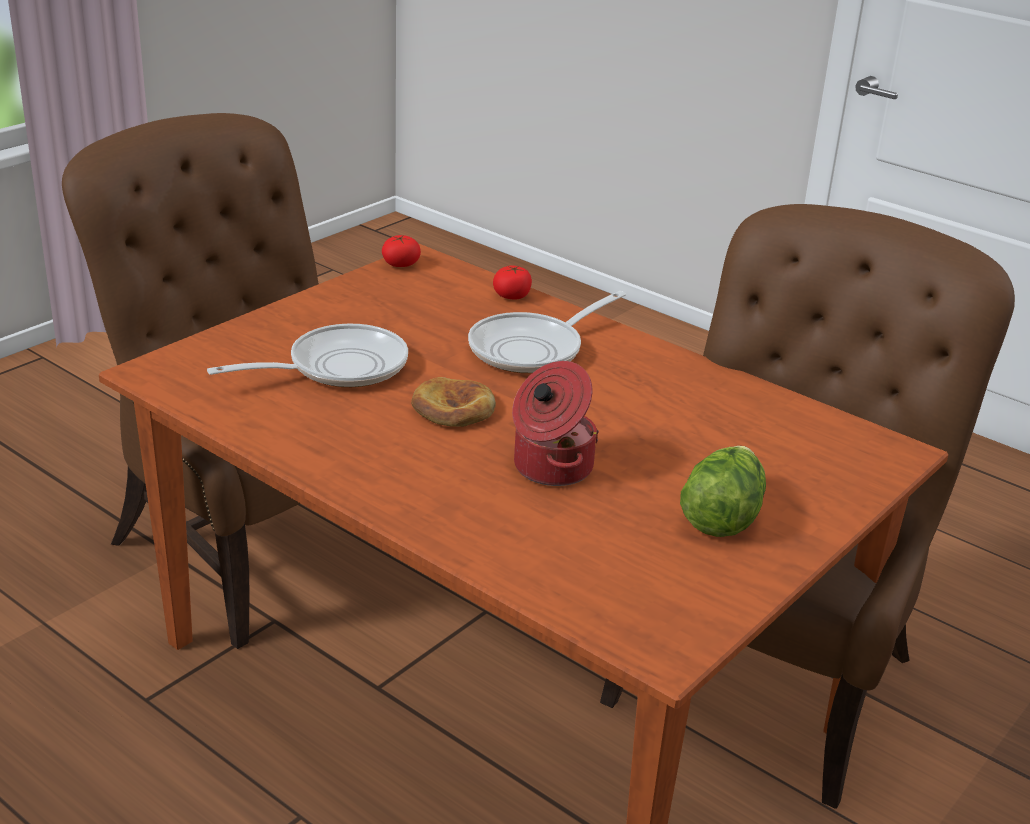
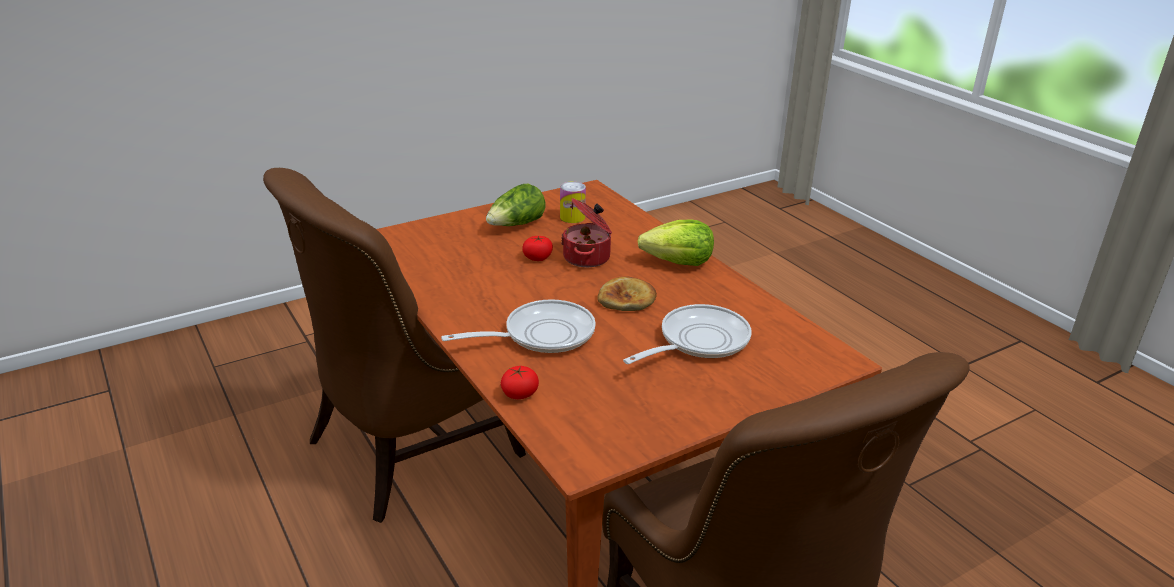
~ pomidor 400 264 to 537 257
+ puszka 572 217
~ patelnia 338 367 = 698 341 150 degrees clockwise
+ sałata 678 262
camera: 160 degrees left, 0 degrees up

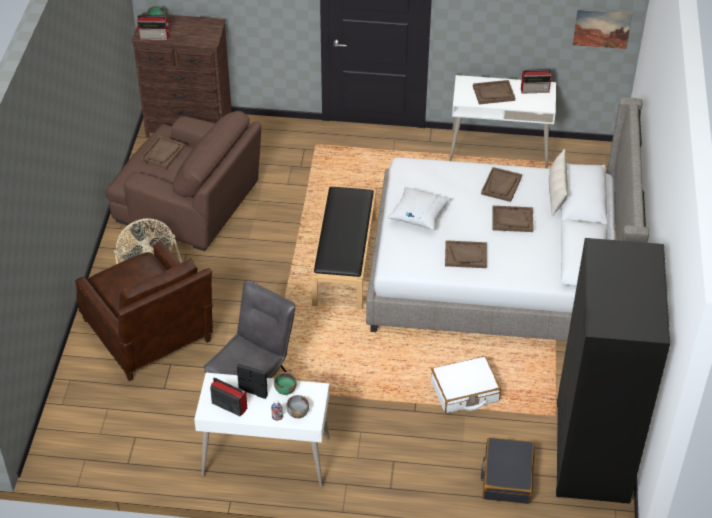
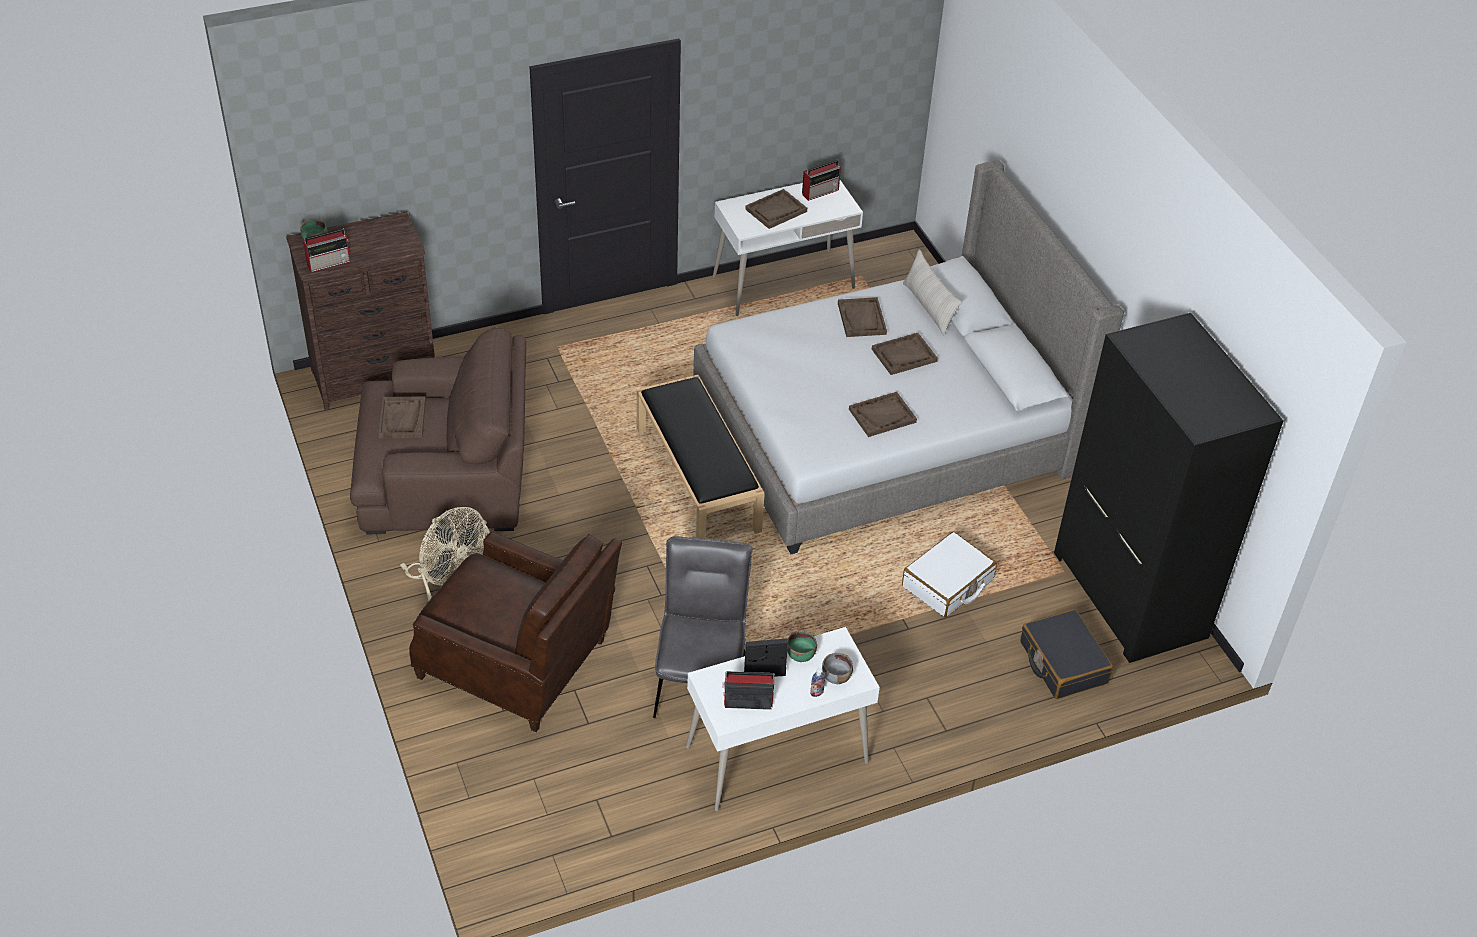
- poduszka (szary) 418 215
- obraz 602 28
camera: 30 degrees left, 0 degrees up

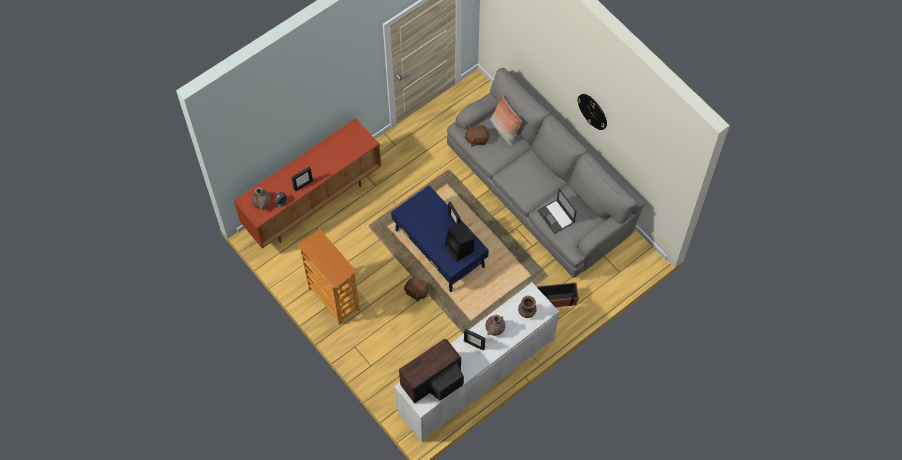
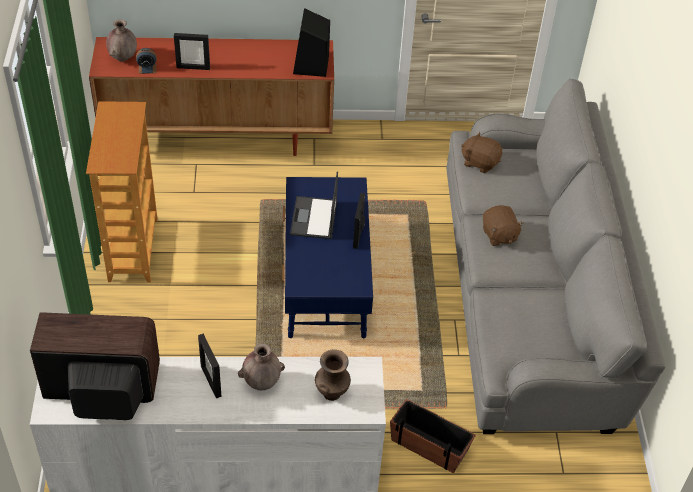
~ laptop 556 217 to 314 219
~ głośnik (czarny) 459 249 to 311 65
~ pluszak (brązowy) 416 292 to 499 235
- poduszka 504 130
- zegar ścienny 592 111
camera: 35 degrees right, 15 degrees down

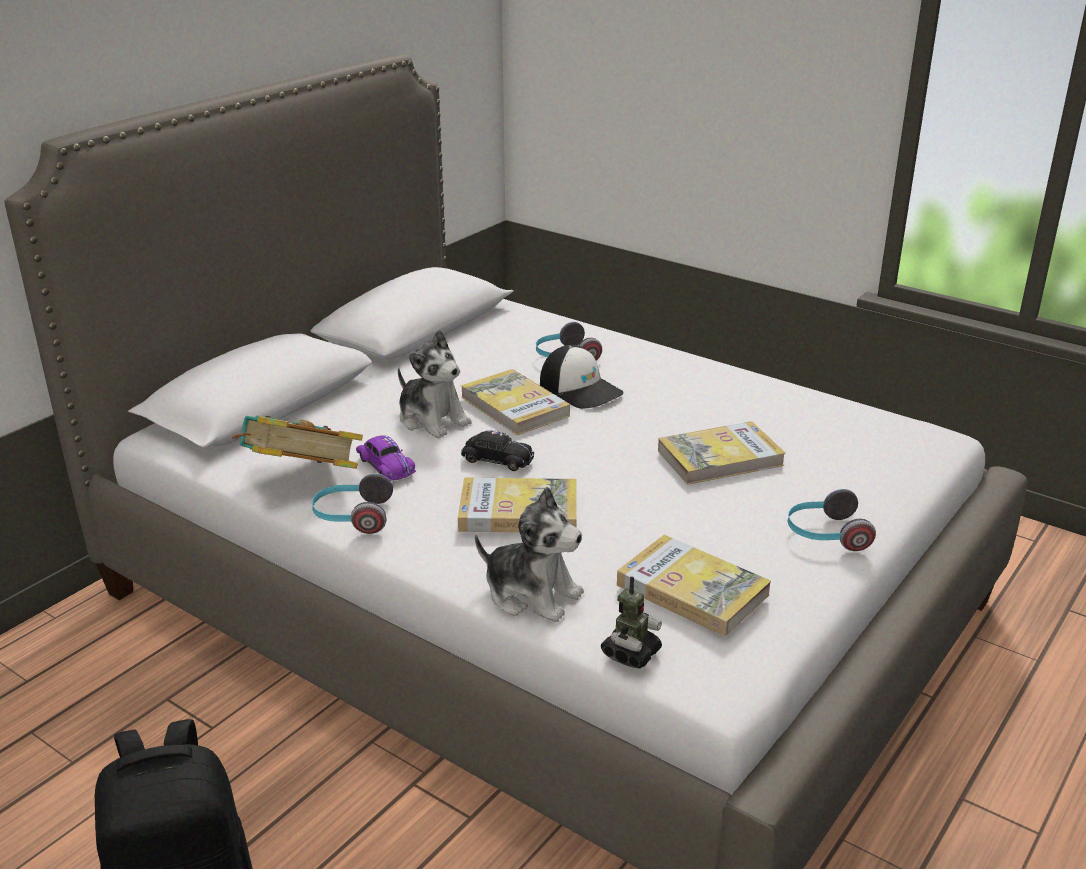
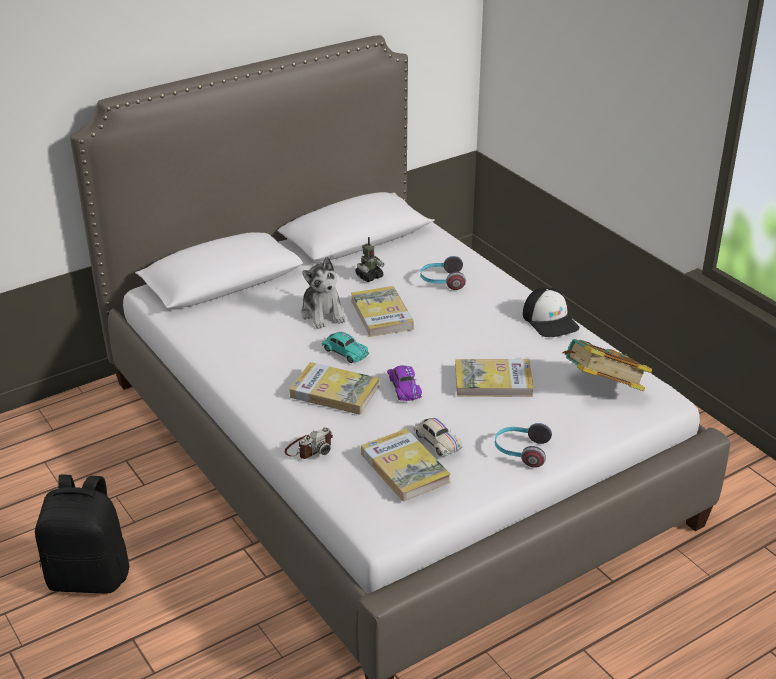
~ pluszak 532 594 to aparat fotograficzny 309 448
~ samochodzik (czarny) 497 459 to samochodzik (turkusowy) 345 352
~ robot zabawkowy 630 653 to 369 276
~ samochodzik (fioletowy) 386 466 to 404 388
+ samochodzik (biały) 437 441
~ czapka z daszkiem 580 389 to 550 320
~ książka 301 479 to 602 388
- słuchawki 352 517
camera: 20 degrees right, 5 degrees up

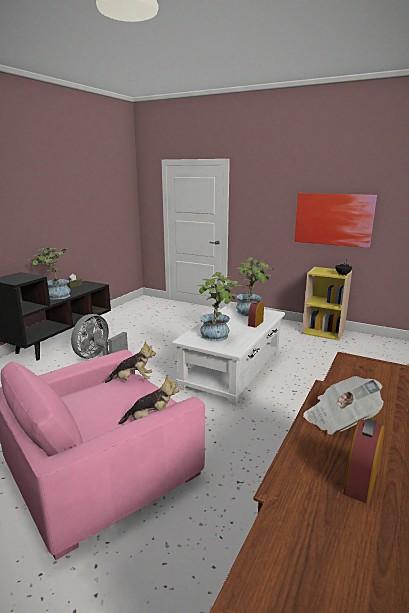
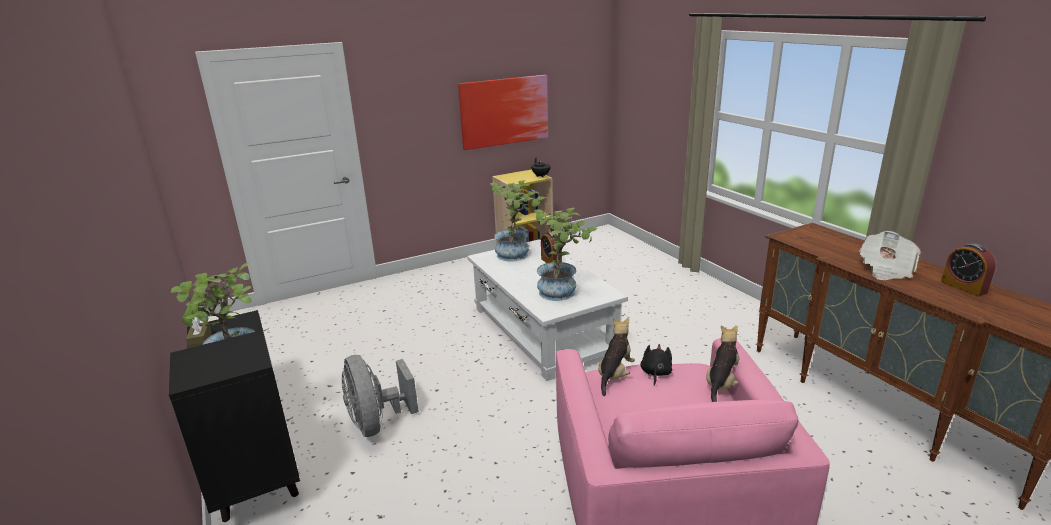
+ pluszak (czarny) 655 373
camera: 55 degrees left, 5 degrees up

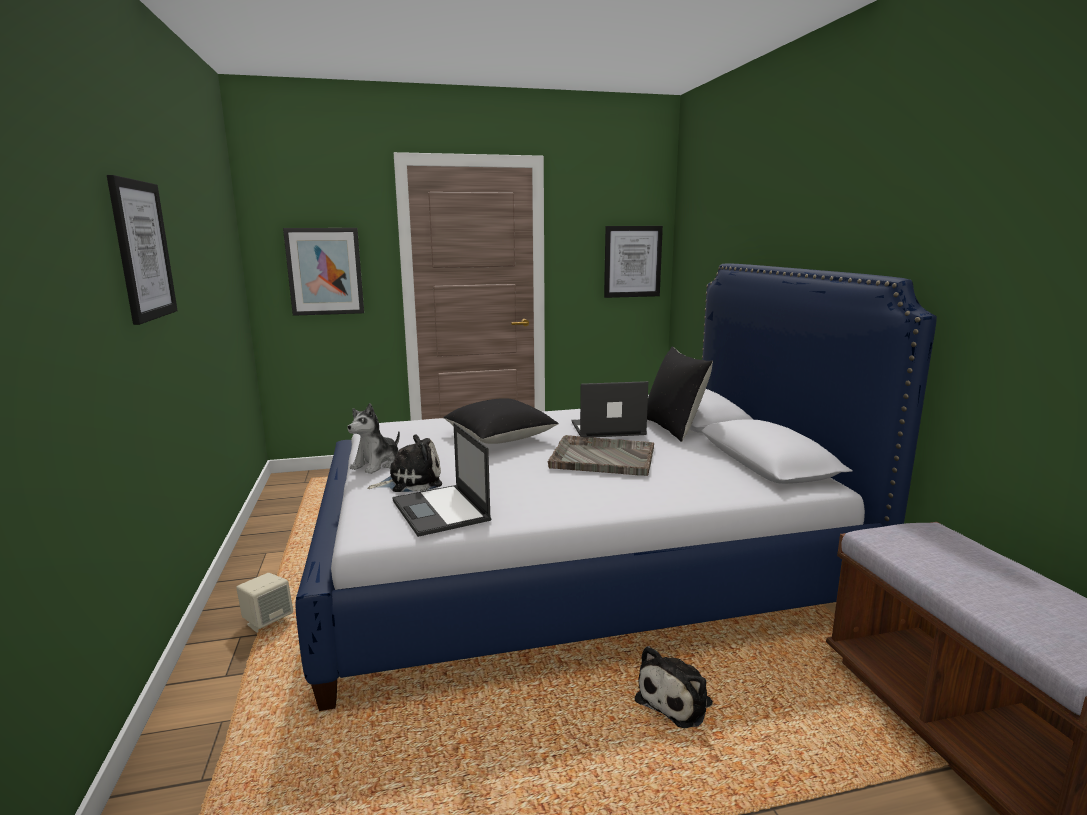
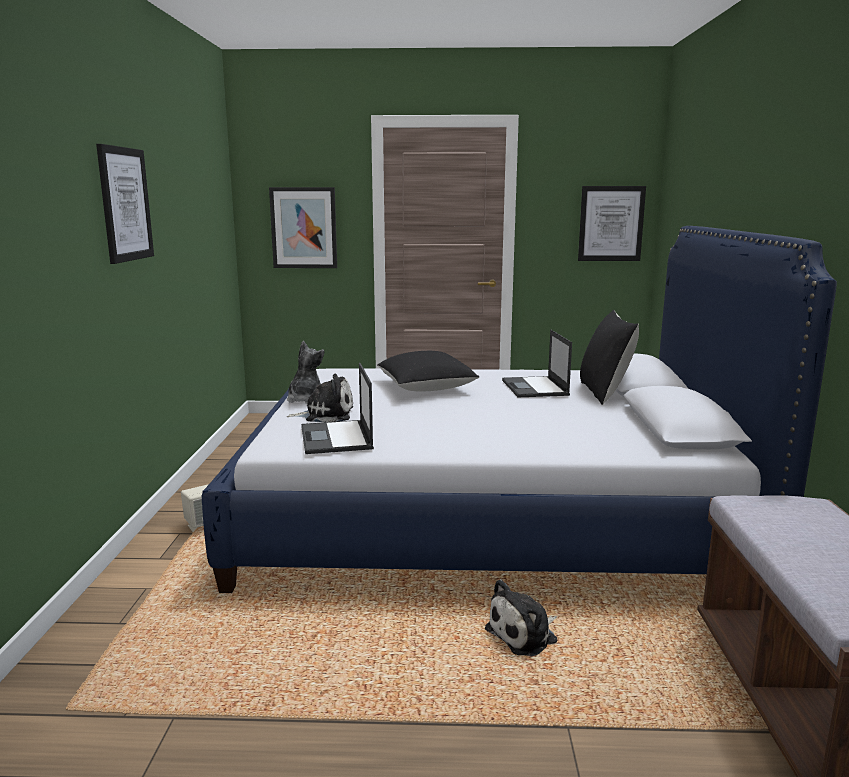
~ pluszak 377 464 = 306 400 150 degrees clockwise
~ laptop 606 428 = 535 388 105 degrees counterclockwise
- taca (szary) 601 458
camera: 15 degrees right, 0 degrees up

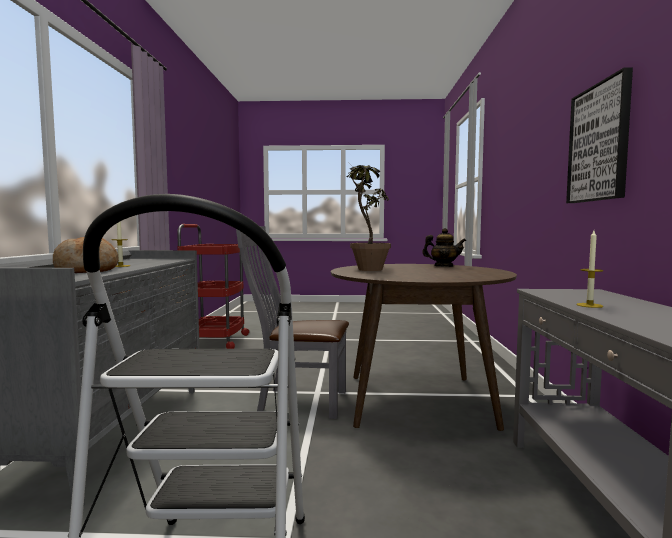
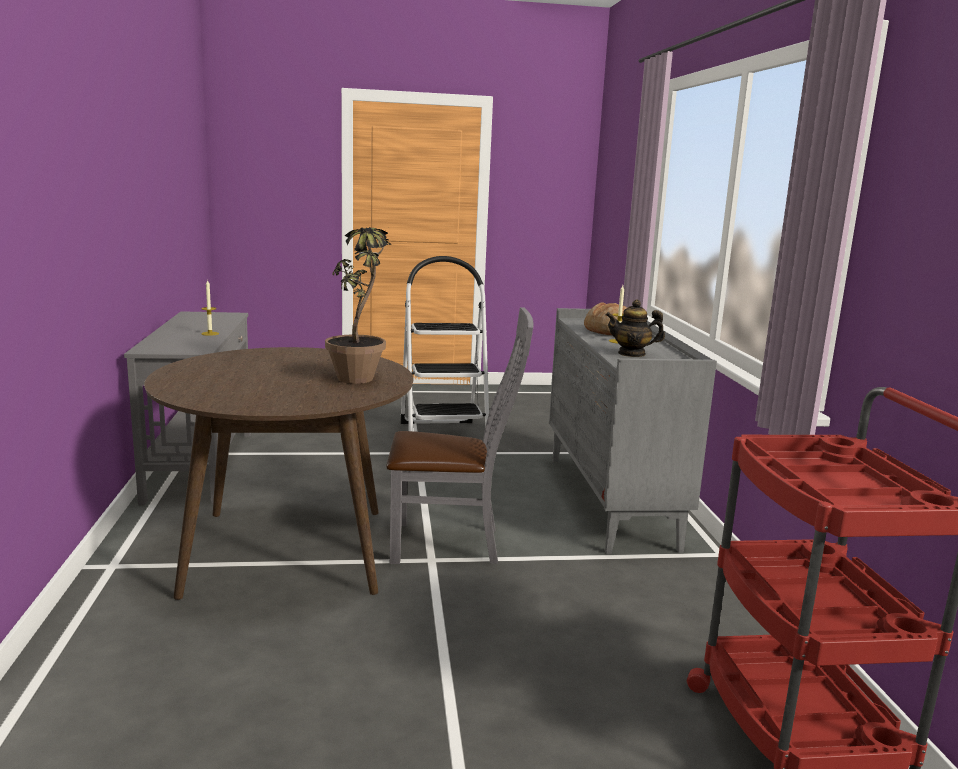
~ imbryk 443 266 to 632 354
- obraz 599 143
camera: 170 degrees right, 10 degrees up

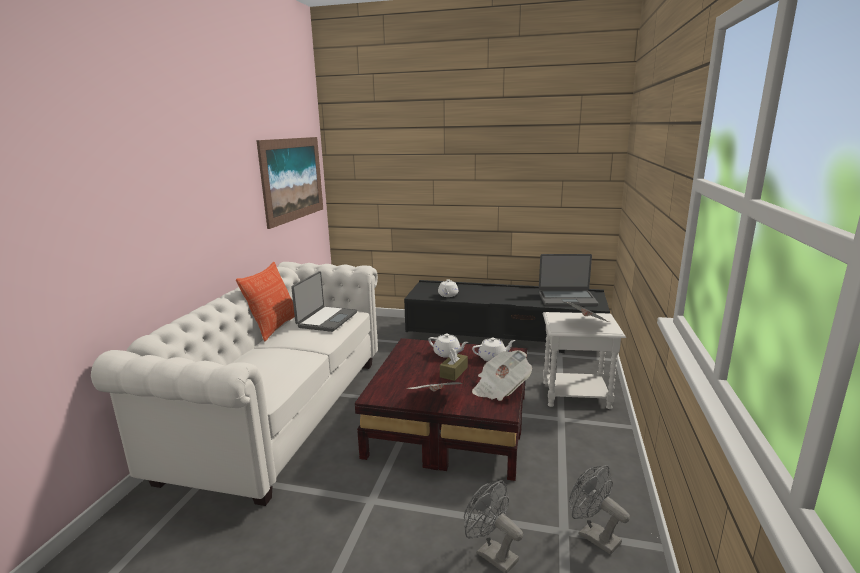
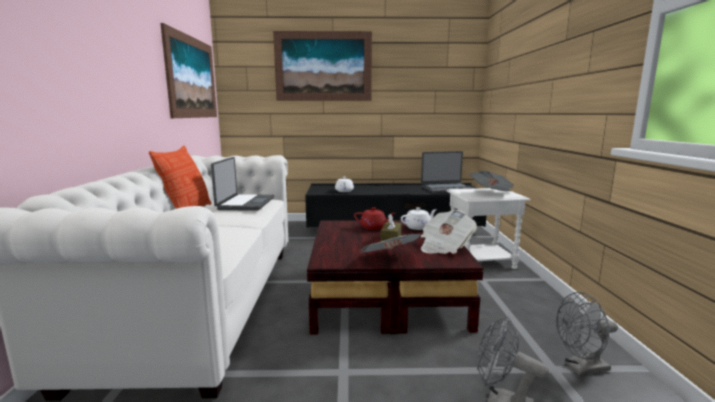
+ obraz 323 66
~ imbryk (biały) 447 353 to imbryk (czerwony) 374 227
~ wentylator (szary) 593 535 = 581 368 45 degrees counterclockwise
camera: 15 degrees left, 5 degrees down

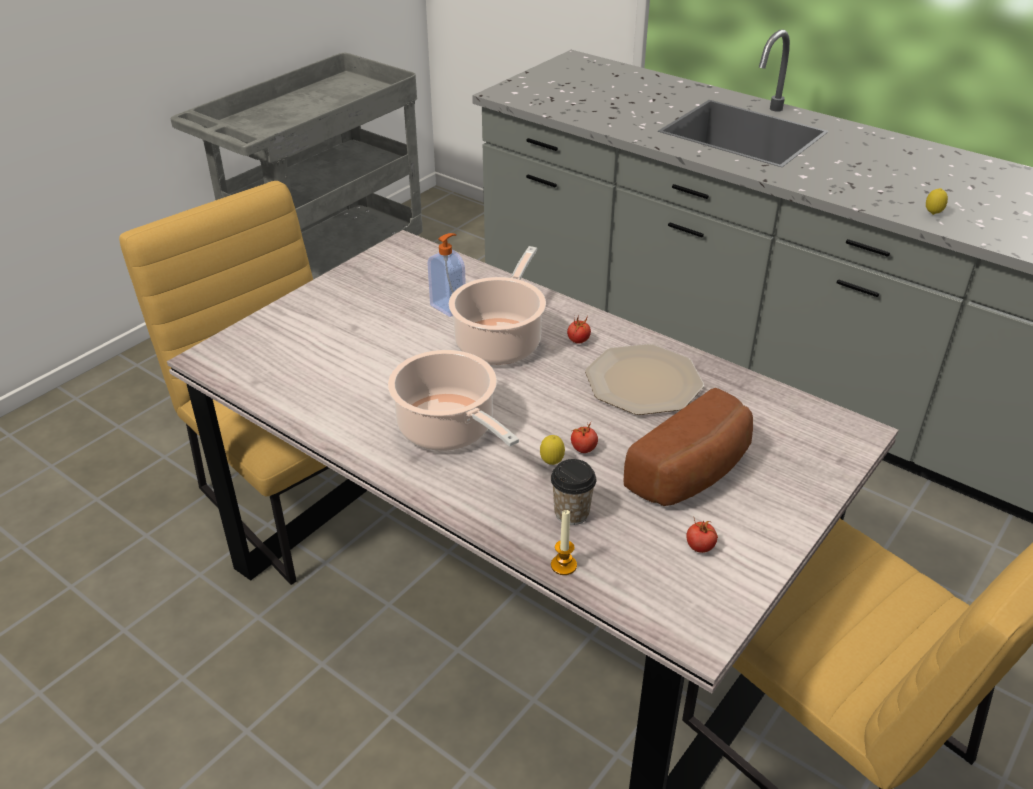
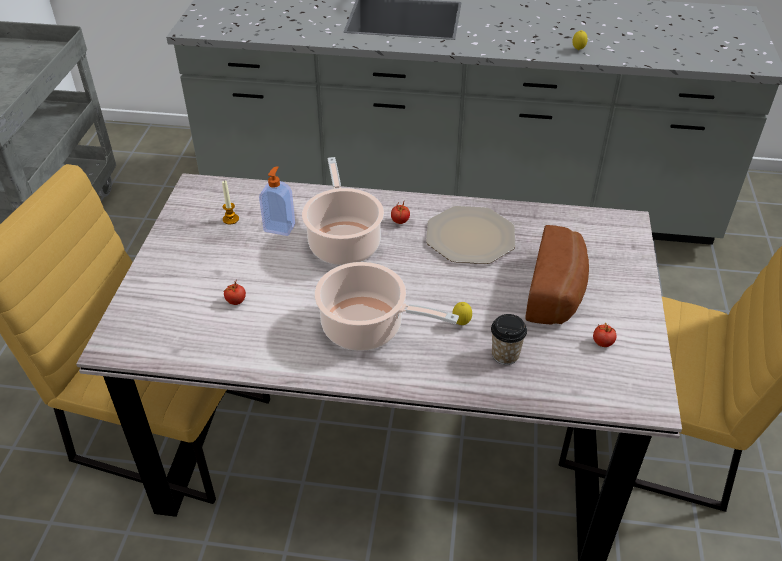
~ świeca 563 565 to 230 219
~ pomidor 583 449 to 236 301
camera: 30 degrees left, 5 degrees up

